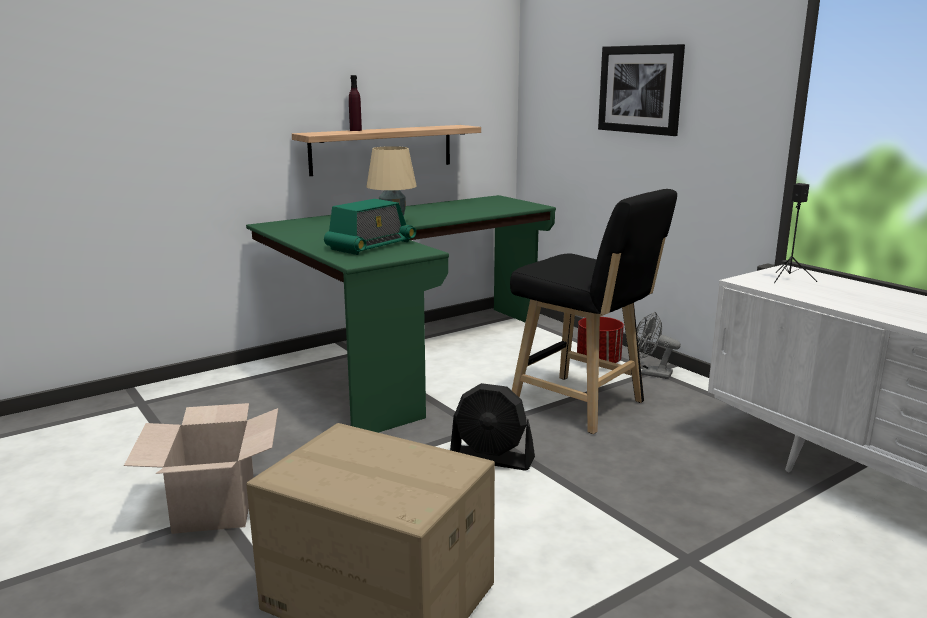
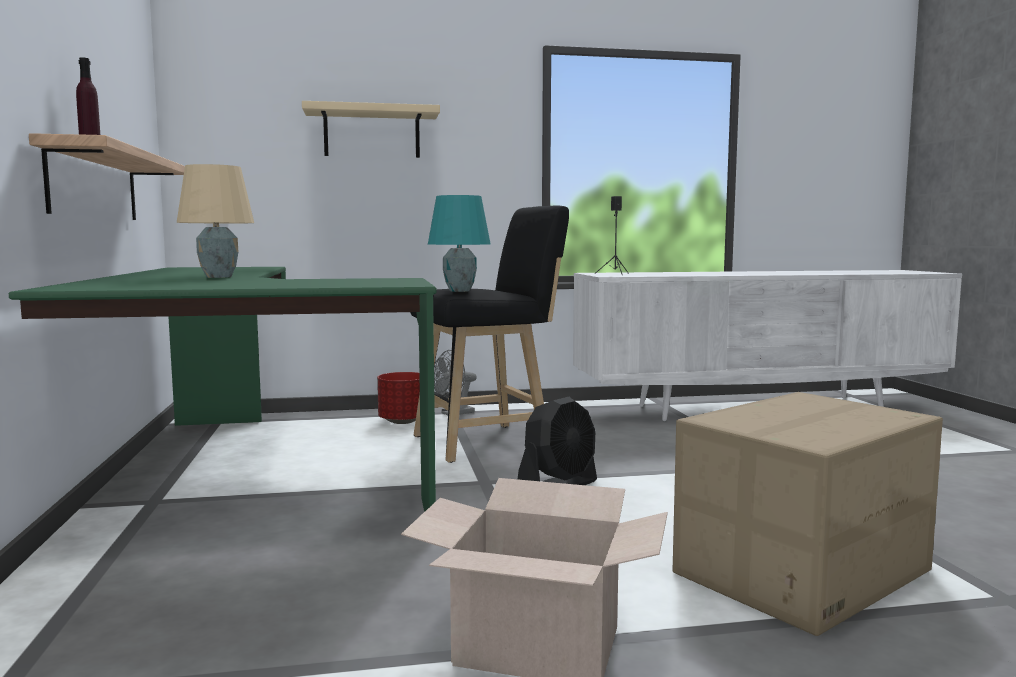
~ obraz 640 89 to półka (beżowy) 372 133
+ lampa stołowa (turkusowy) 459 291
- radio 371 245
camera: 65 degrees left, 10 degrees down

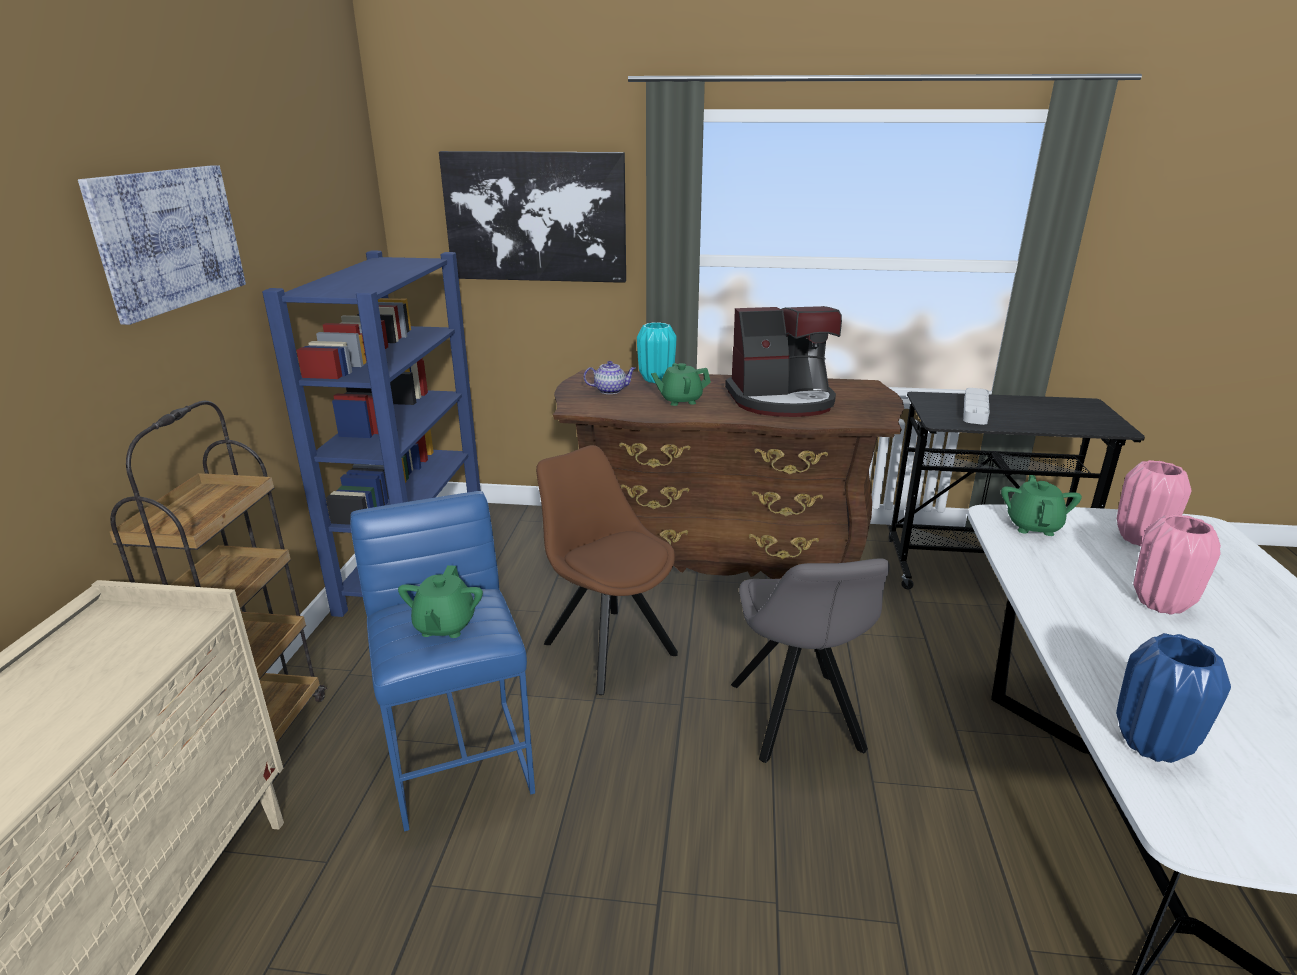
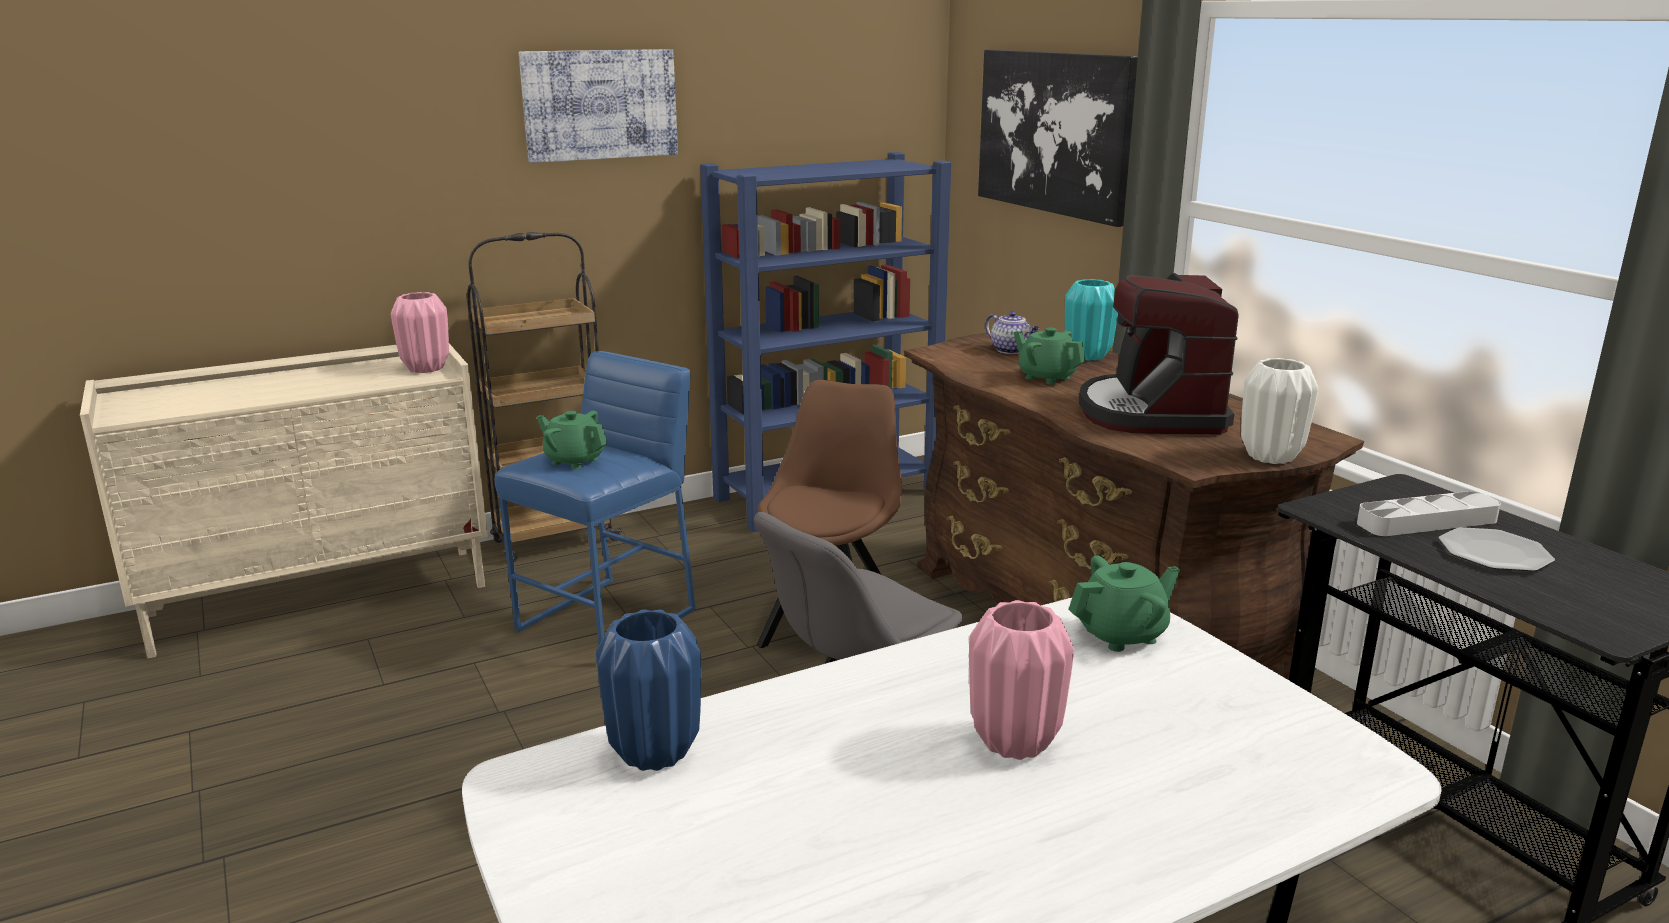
~ wazon (różowy) 1141 539 to 425 369
~ imbryk (zielony) 444 626 = 574 460 60 degrees clockwise
~ ekspres do kawy 782 401 = 1152 413 45 degrees clockwise
+ wazon (biały) 1270 457
+ talerz 1494 553
camera: 55 degrees right, 5 degrees down

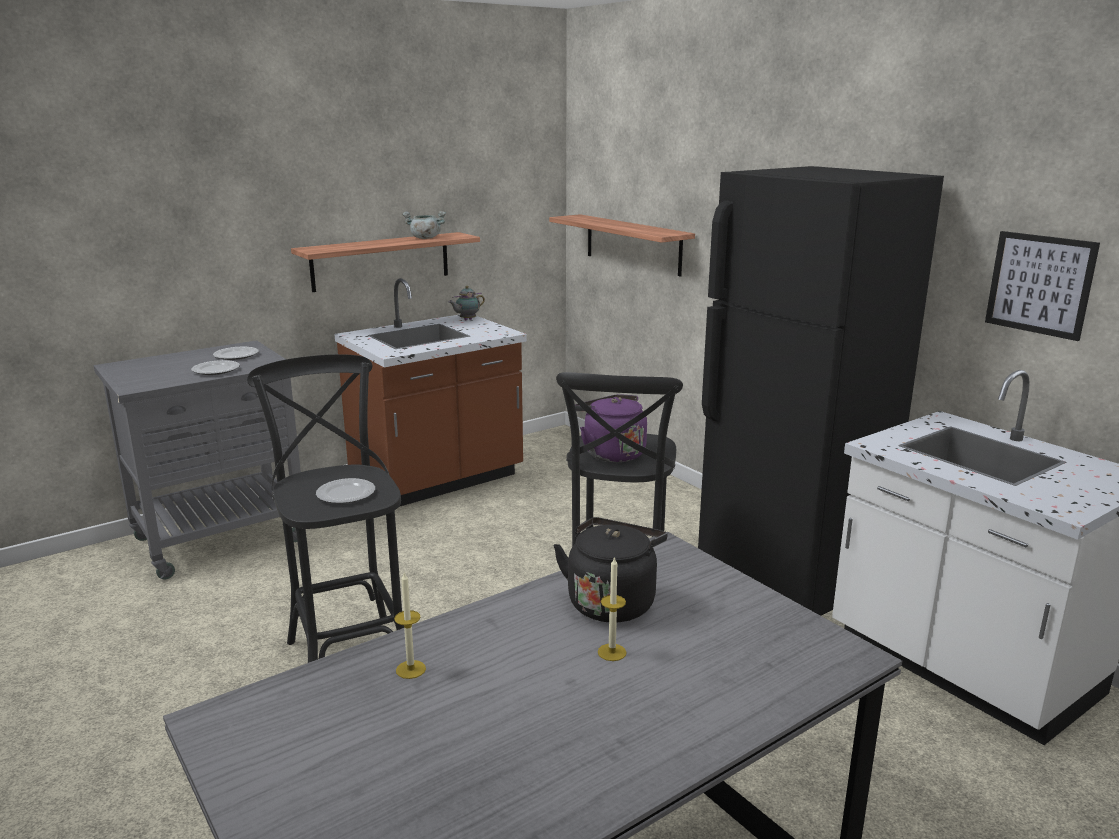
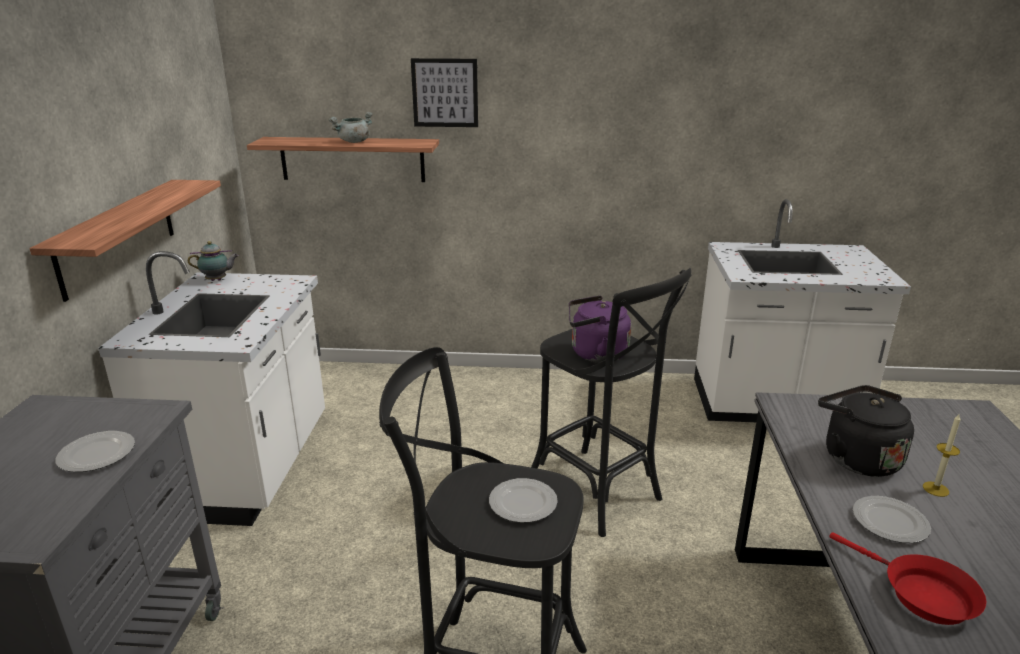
~ zabudowa kuchenna (brązowy) 438 481 to zabudowa kuchenna (biały) 249 468
~ imbryk 466 320 = 217 280 105 degrees counterclockwise
~ garnek (szary) 425 238 to 354 142
~ obraz 1040 284 to 445 93
~ świeca 410 669 to patelnia (czerwony) 921 594
~ talerz 236 355 to 889 522
- lodówka (czarny) 787 574
camera: 50 degrees left, 5 degrees up

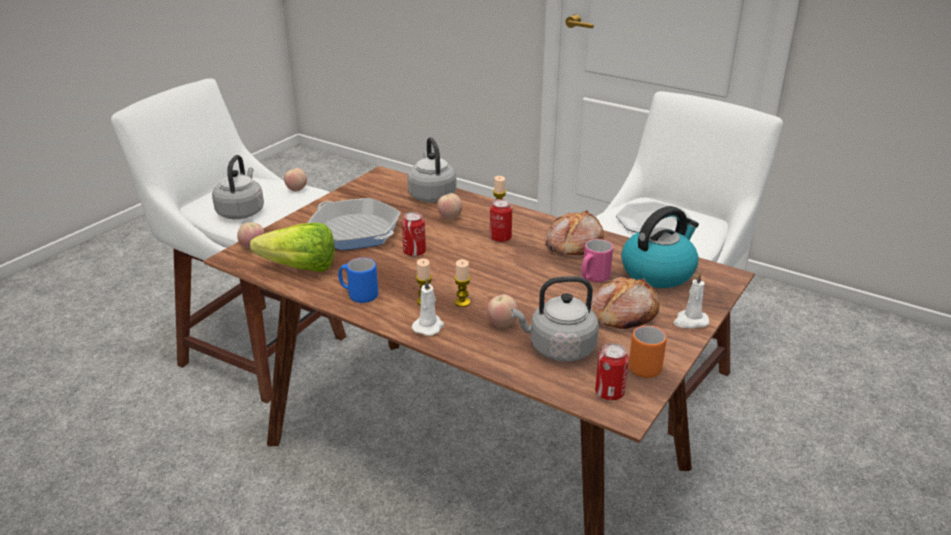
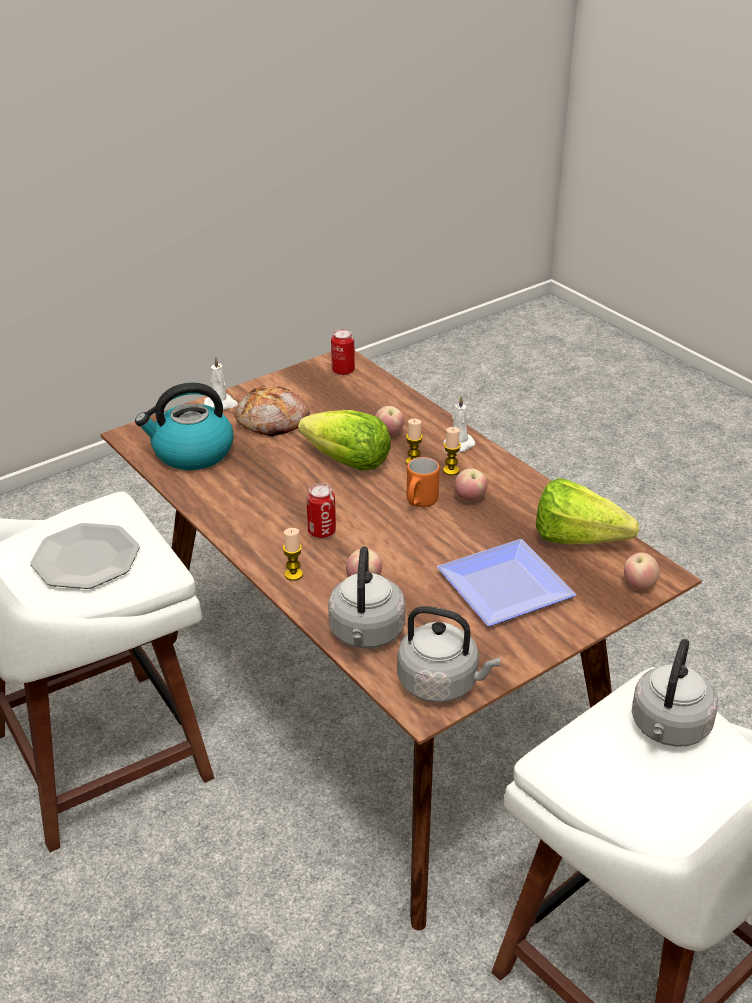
+ sałata 348 462
~ czajnik (szary) 558 348 to 442 683
~ kubek (pomarańczowy) 644 365 to 419 503
~ patelnia 355 231 to talerz 500 585
~ jabłko 297 190 to 469 499
- kubek (niebieski) 358 295
- puszka 414 252
- chleb 573 244
- kubek (różowy) 593 278
camera: 160 degrees left, 5 degrees up

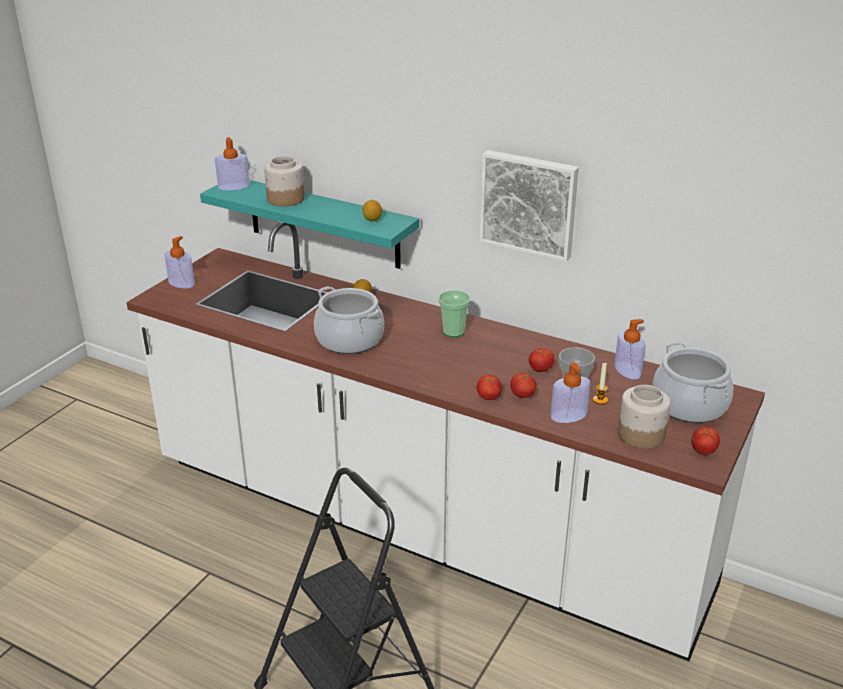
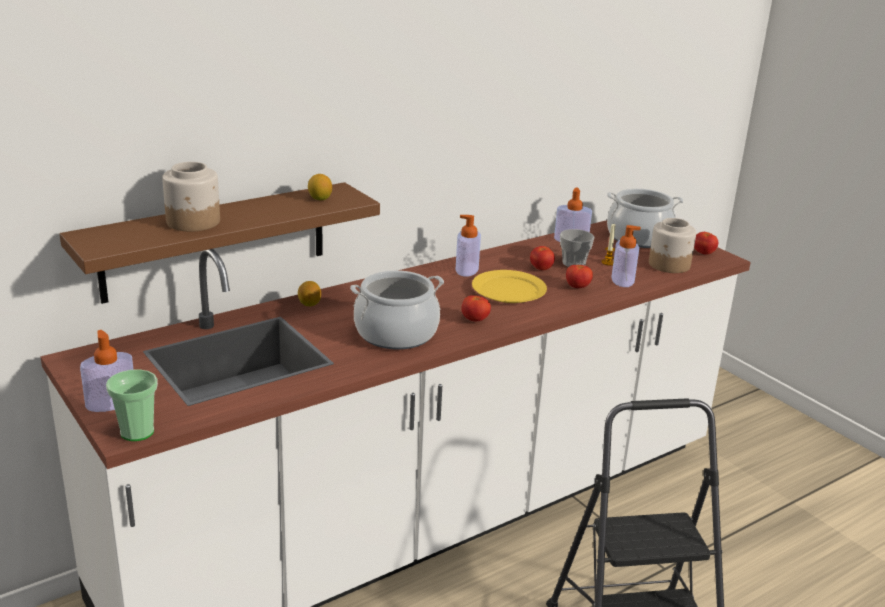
~ półka (turkusowy) 323 223 to półka (brązowy) 215 241
~ filiżanka 453 332 to 137 432
~ dozownik mydła 234 186 to 467 269
~ pomidor 488 398 to 475 320
+ talerz (żółty) 509 290
- obraz 529 204
camera: 65 degrees left, 5 degrees down

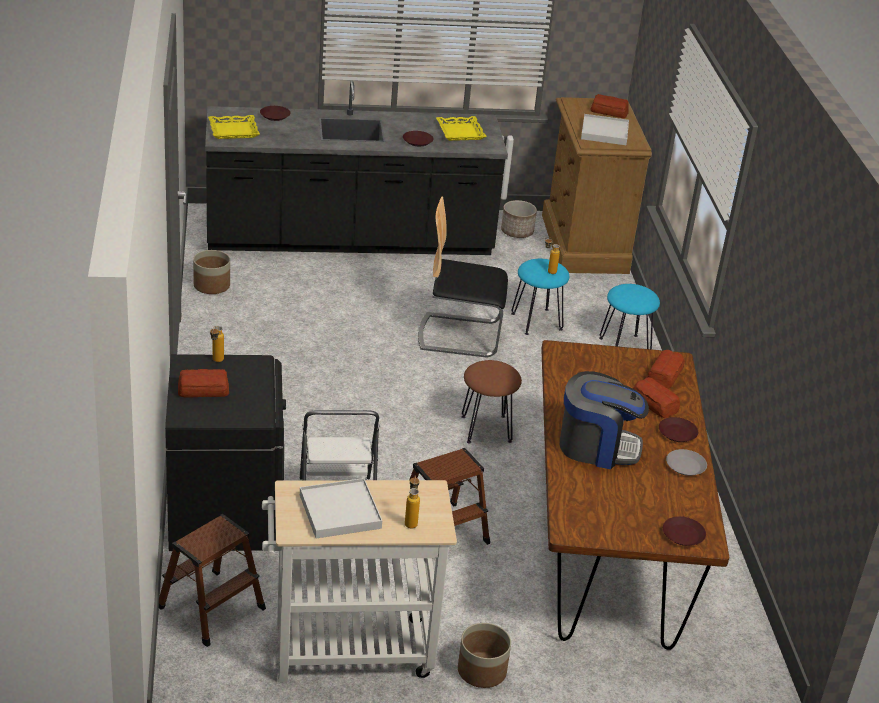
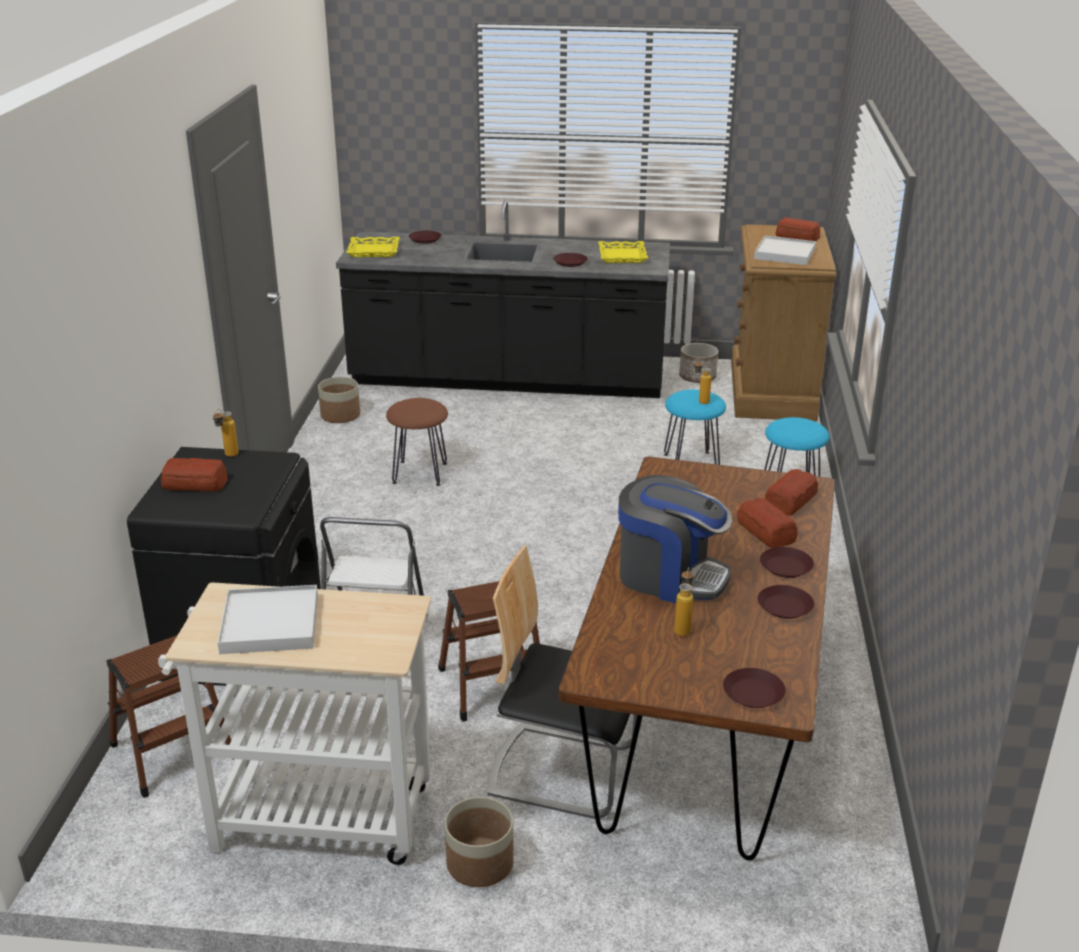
~ stołek (brązowy) 486 429 to 420 473
~ krzesło 460 335 to 562 769
~ butelka 411 521 to 683 628
~ talerz (szary) 685 466 to talerz (brązowy) 784 606
camera: 15 degrees right, 5 degrees down

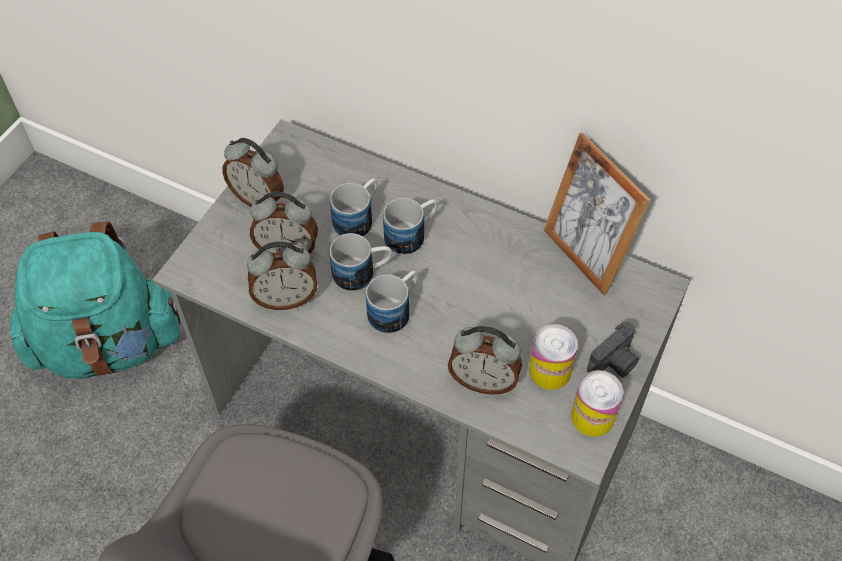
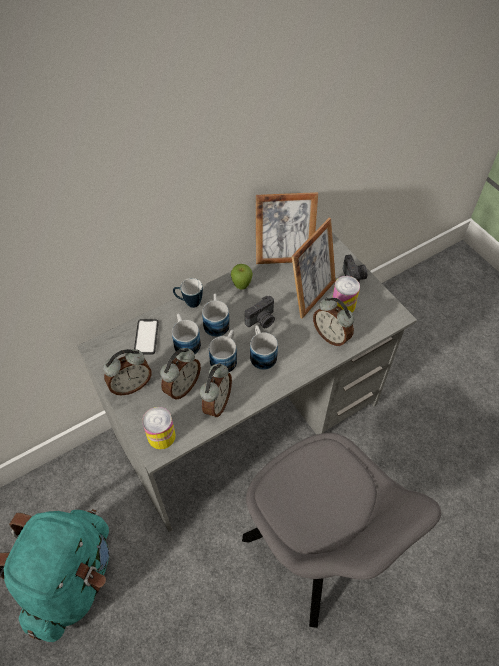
+ telefon 146 337
~ puszka 592 417 to 161 436
+ kubek 189 302
+ jabłko 241 286
+ aparat fotograficzny 262 320
+ ramka na zdjęcie 311 295
~ budzik 483 380 = 331 336 90 degrees clockwise
camera: 60 degrees left, 0 degrees up

